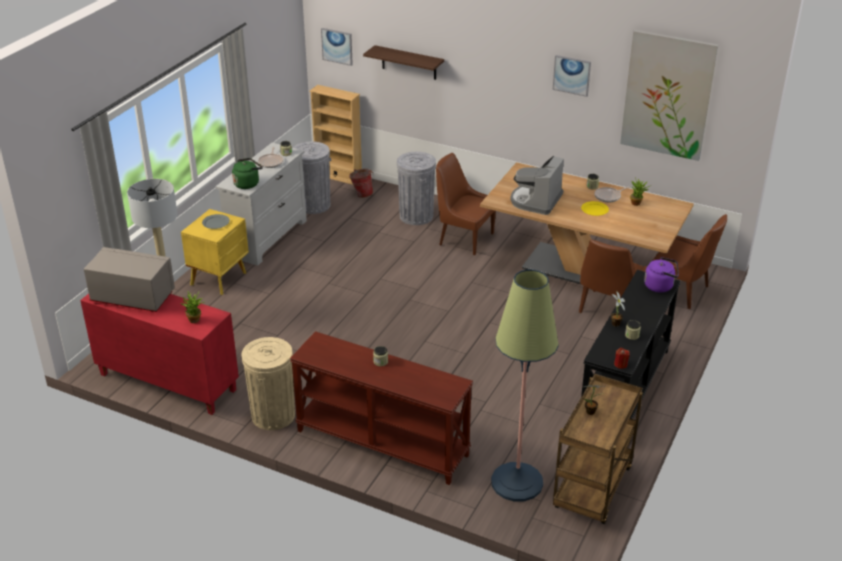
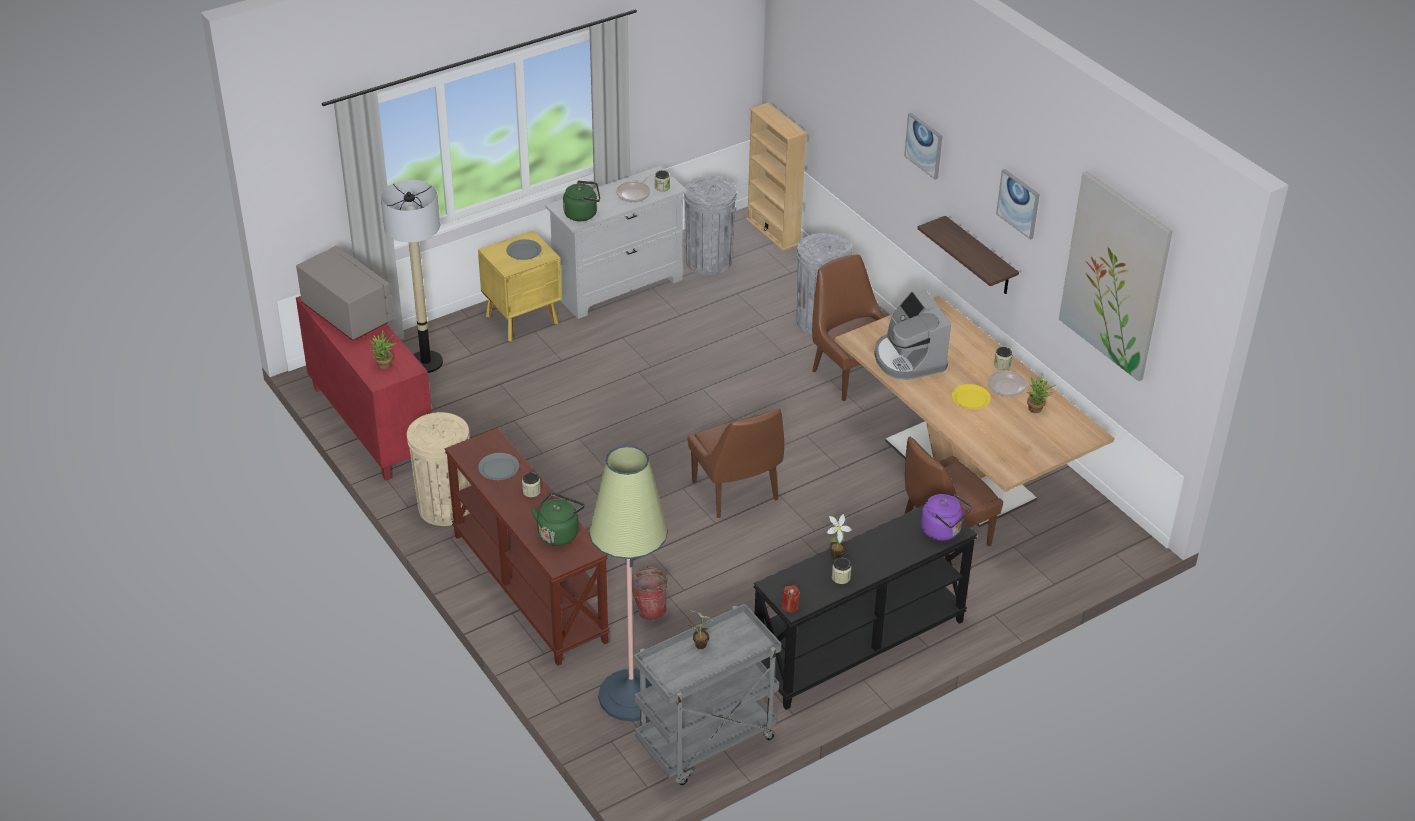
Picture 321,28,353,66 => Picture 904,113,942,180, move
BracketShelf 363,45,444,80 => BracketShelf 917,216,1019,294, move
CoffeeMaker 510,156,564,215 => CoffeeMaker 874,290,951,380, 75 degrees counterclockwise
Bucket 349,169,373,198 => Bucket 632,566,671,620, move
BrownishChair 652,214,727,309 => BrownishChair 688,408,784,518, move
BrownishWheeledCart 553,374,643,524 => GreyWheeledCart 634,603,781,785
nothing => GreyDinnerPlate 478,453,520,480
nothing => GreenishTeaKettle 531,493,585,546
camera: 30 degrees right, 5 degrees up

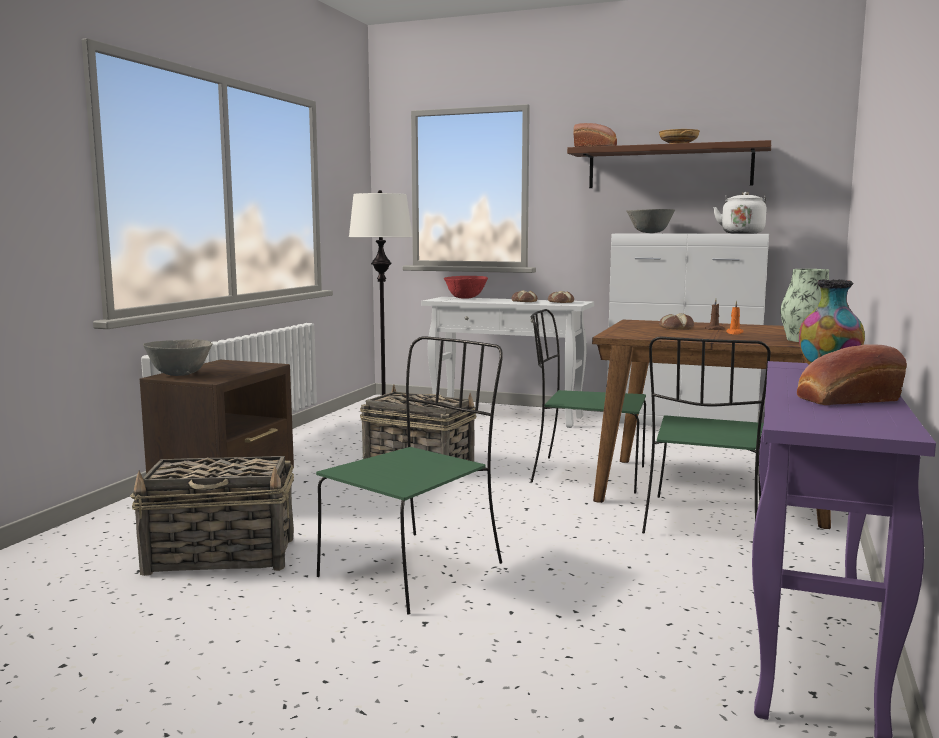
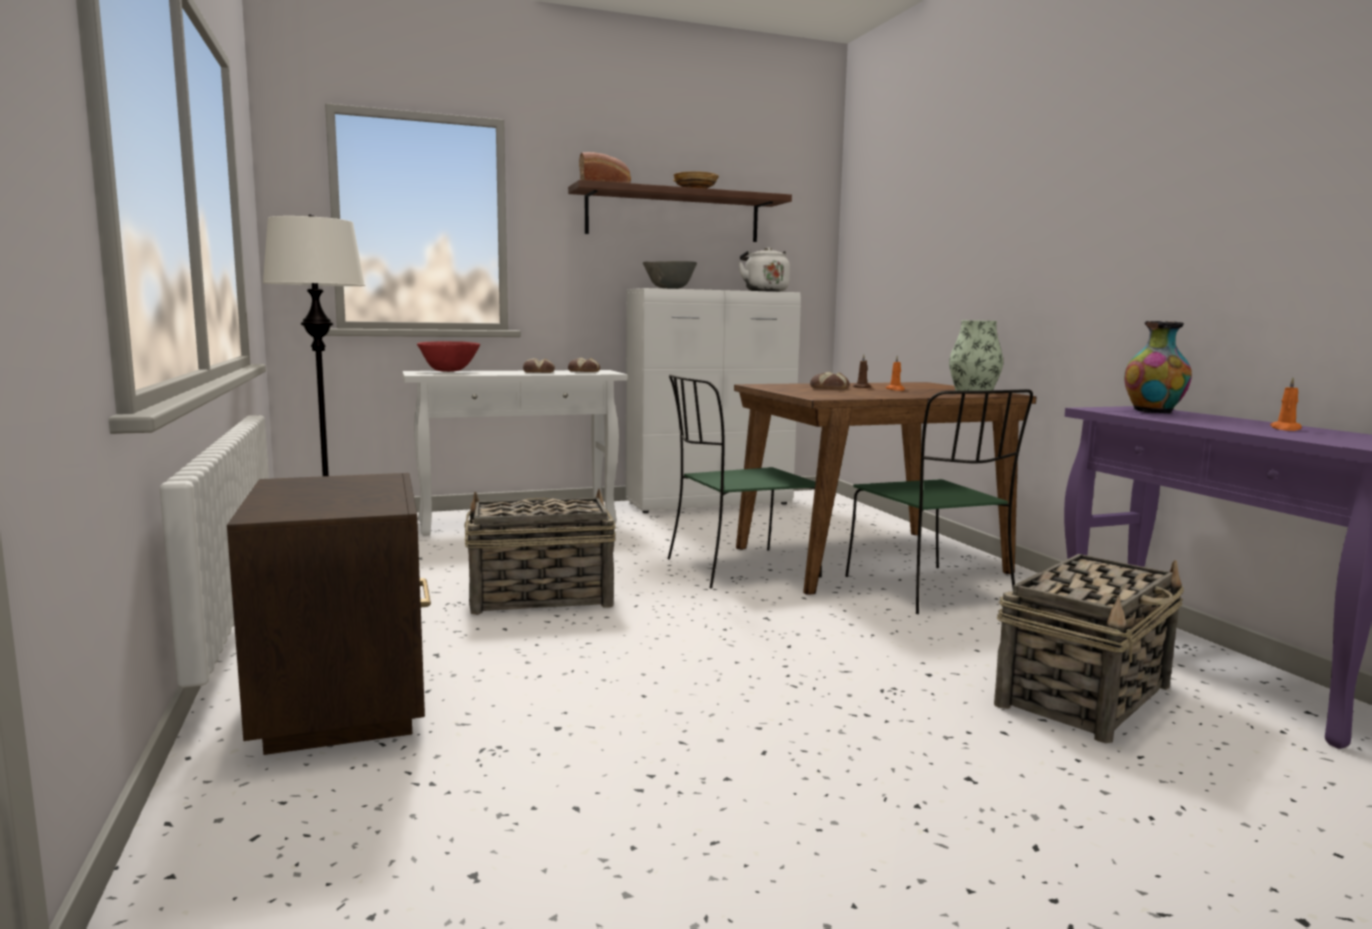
GreenishChair 316,336,503,615 => nothing
GreyBowl 143,339,212,376 => nothing
BakedBread 797,344,907,405 => OrangeWaxCandle 1270,377,1302,431
Basket 130,456,294,576 => Basket 994,554,1184,743, move
camera: 40 degrees left, 0 degrees up

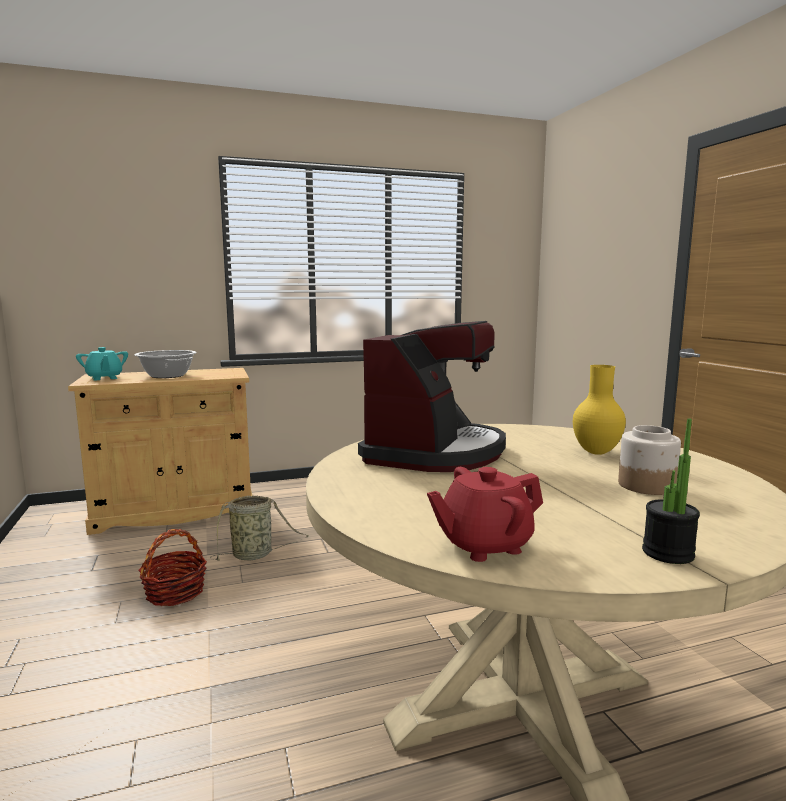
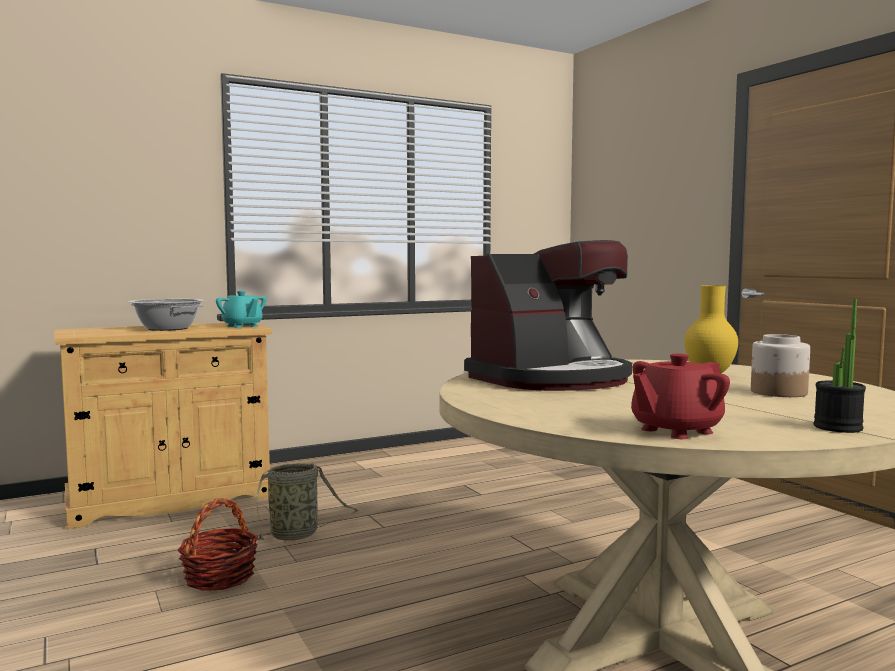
CoffeeMaker 358,321,506,472 => CoffeeMaker 464,240,632,391, 45 degrees clockwise
BlueGreenTeapot 76,347,128,380 => BlueGreenTeapot 216,291,267,328, move
camera: 10 degrees left, 5 degrees down

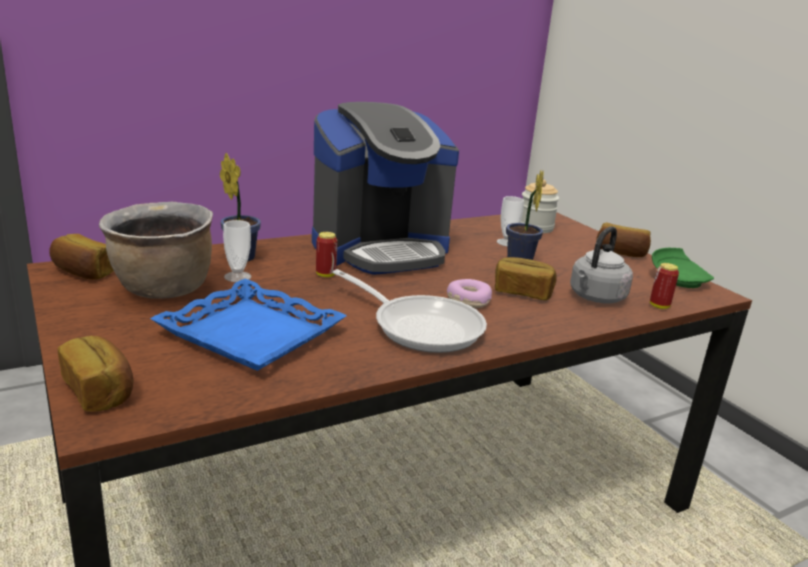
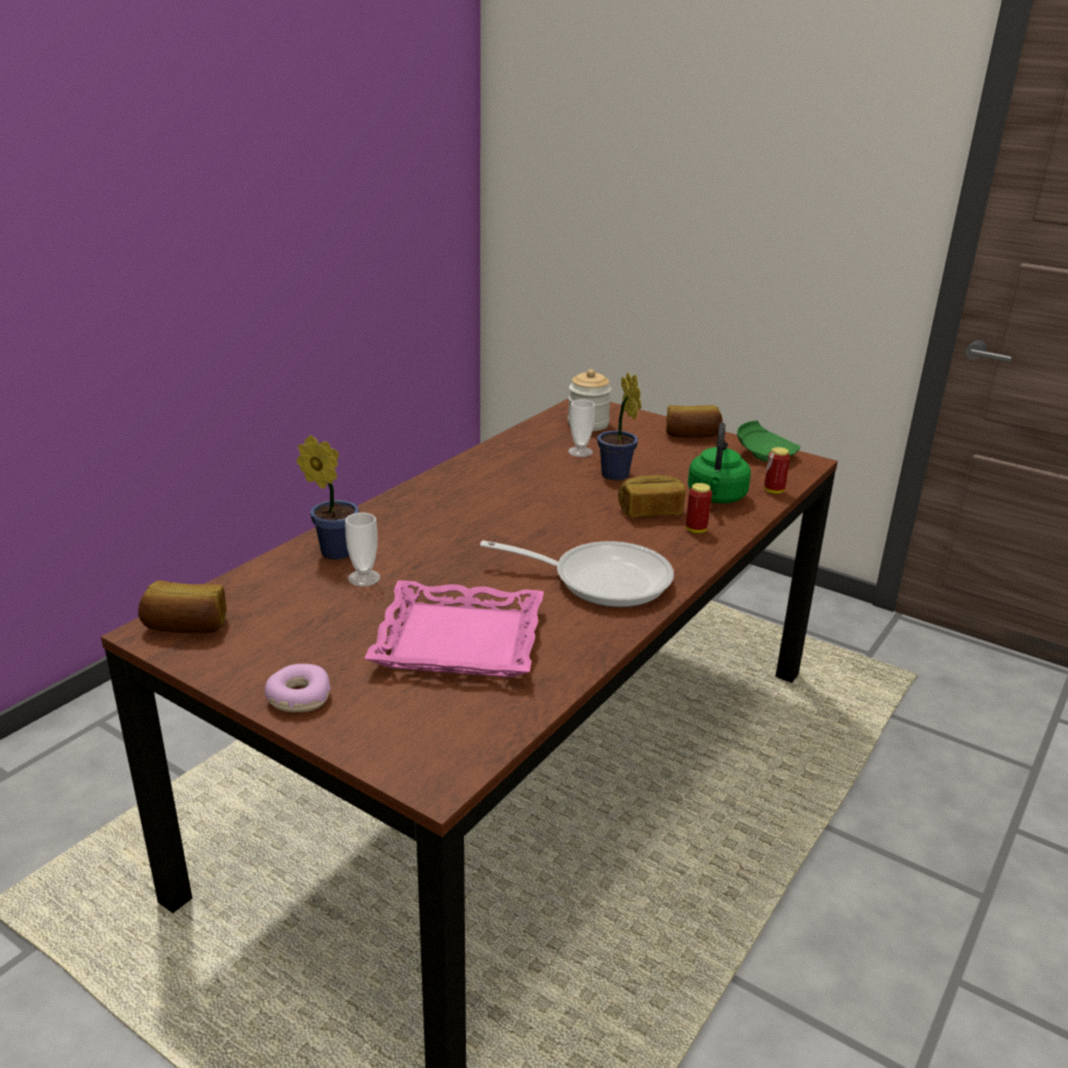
CoffeeMaker 312,102,459,275 => nothing
BrownishCookingPot 99,202,213,299 => nothing
GreyTeaKettle 570,226,633,303 => GreenishTeaKettle 688,423,751,504
Can 316,232,338,277 => Can 686,483,712,533, move
BlueColouredCarryingTray 150,279,347,371 => PinkishCarryingTray 364,580,544,678
Doughnut 447,279,492,308 => Doughnut 265,664,331,712, move
BakedBread 58,336,134,412 => nothing
camera: 25 degrees left, 5 degrees up

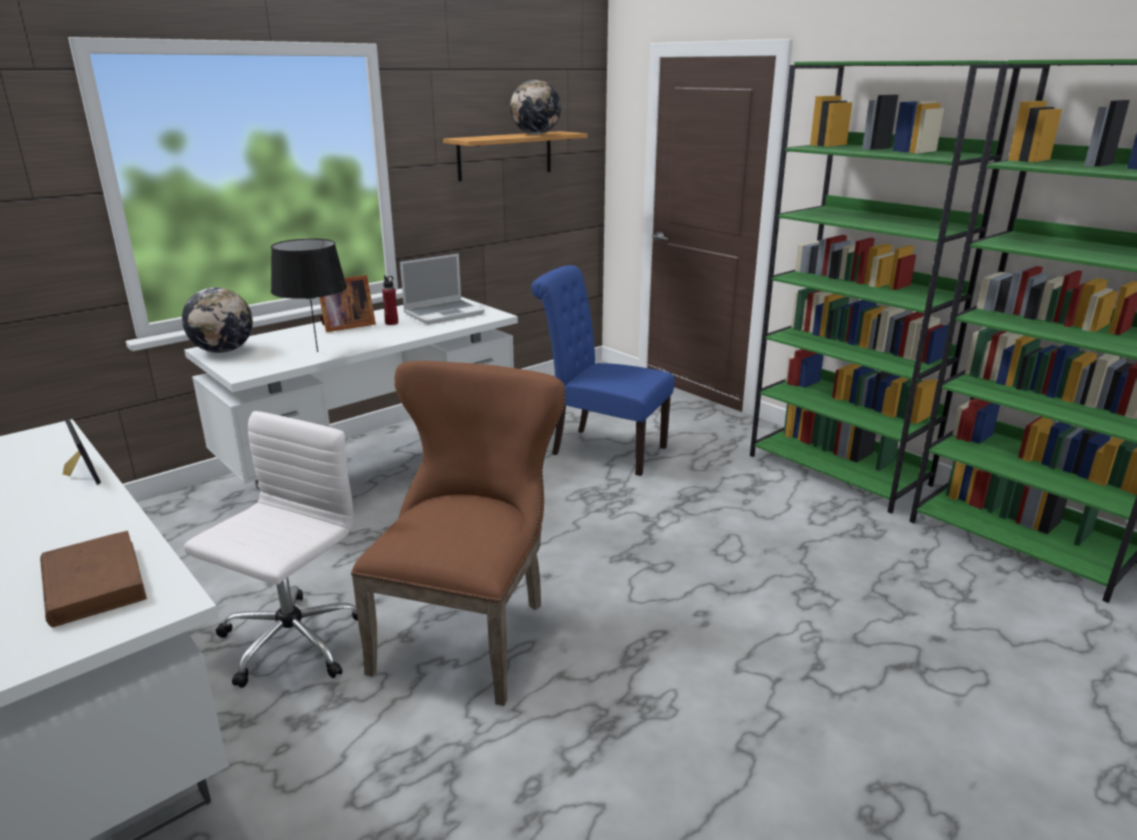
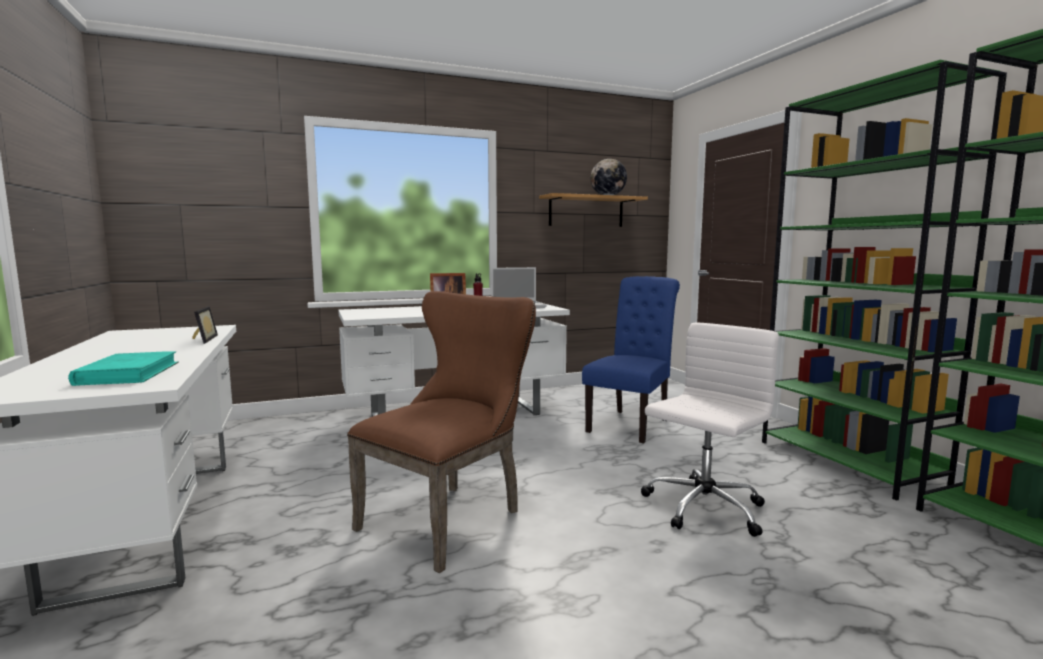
BlackishLampForATable 271,239,347,352 => nothing
BlueColouredChair 531,265,675,476 => BlueColouredChair 582,276,680,443, 75 degrees clockwise
Globe 182,287,253,353 => nothing
WhiteDeskChair 184,411,358,688 => WhiteDeskChair 641,323,779,537, move
BrownishBook 40,531,147,627 => BlueGreenBook 68,351,179,386
camera: 20 degrees right, 15 degrees down

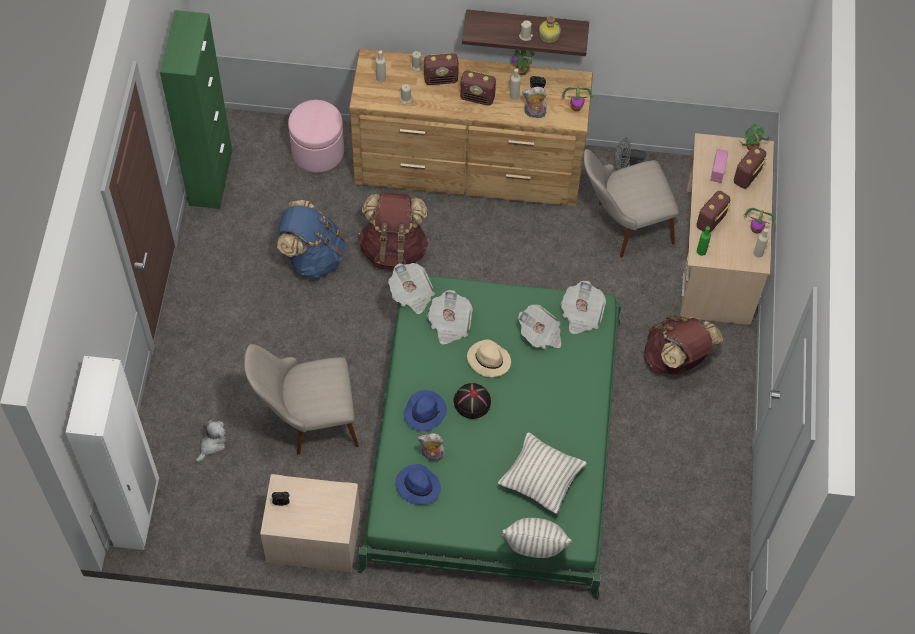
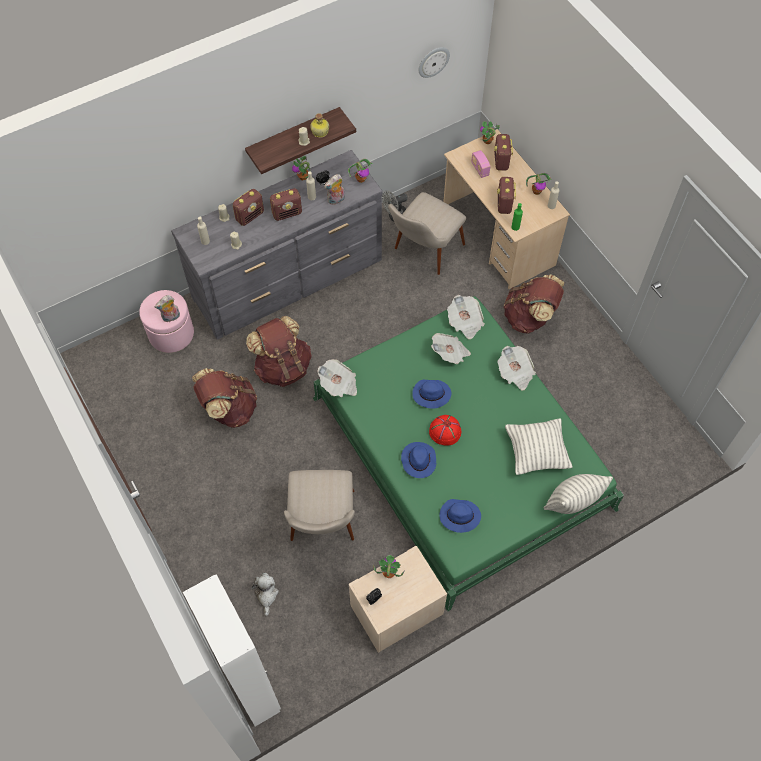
GreenishCabinet 160,10,232,209 => nothing
BrownishDrawerChest 349,49,593,207 => GreyDrawerChest 171,150,383,340
BlueColouredRucksack 277,200,347,279 => BrownishRucksack 192,368,257,428
DailyPaper 428,290,473,345 => DailyPaper 497,346,536,390, move
BeigeClothingHat 467,340,511,377 => BlueColouredClothingHat 412,380,451,409
BeigeChair 244,344,359,455 => BeigeChair 284,470,355,541, 45 degrees counterclockwise
BlackishClothingHat 454,383,491,419 => RedClothingHat 429,415,461,446
CuddlyToy 417,433,445,461 => CuddlyToy 155,295,180,322, move
nothing => ClockOnTheWall 419,47,450,78
nothing => PottedPlant 373,555,406,578
camera: 35 degrees left, 0 degrees up

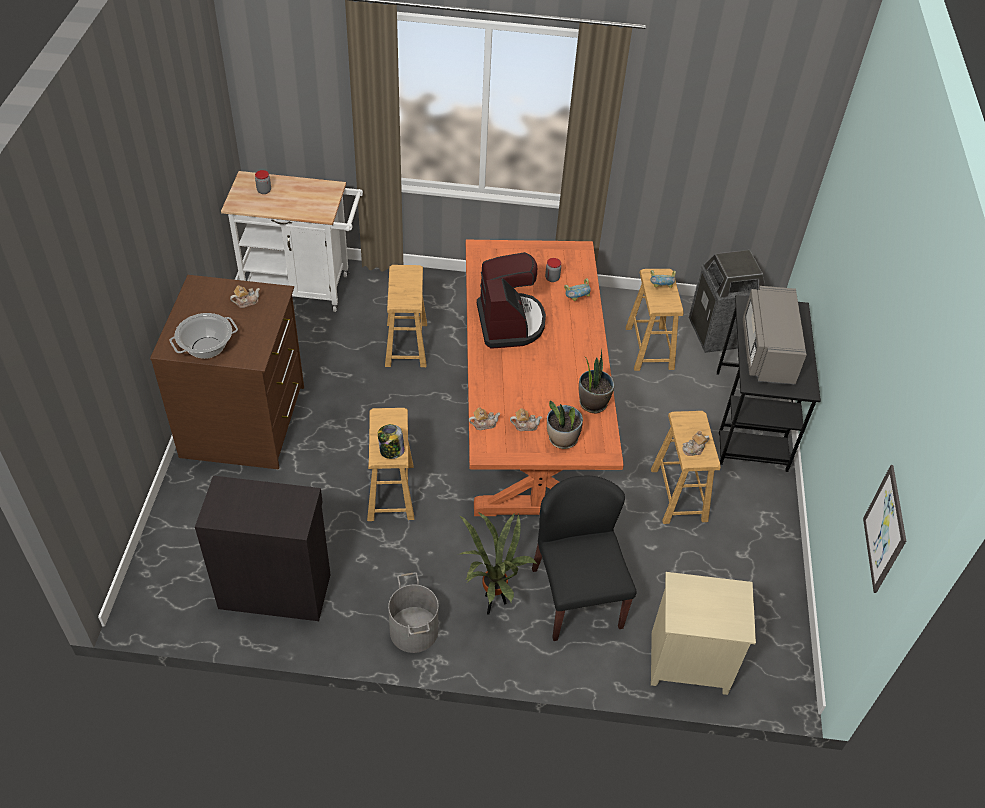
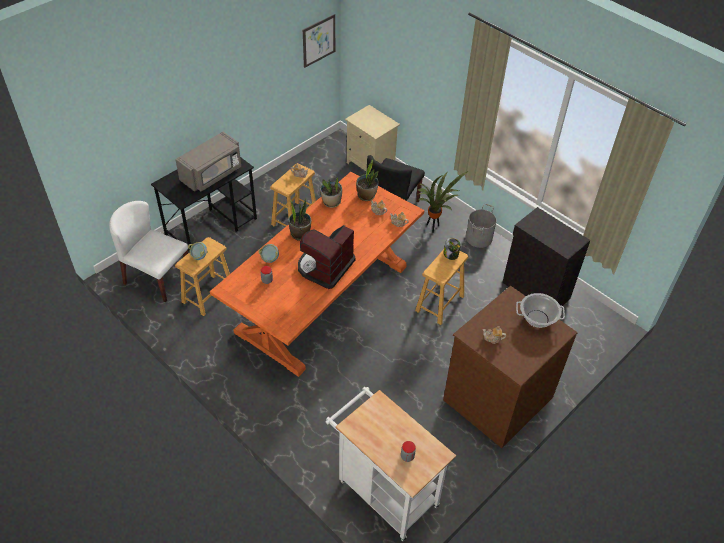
WasteBin 689,250,765,353 => WhiteChair 109,201,188,303
BrownishStoolSeat 385,265,427,367 => nothing
nothing => PottedPlant 289,198,311,240
camera: 140 degrees left, 0 degrees up

